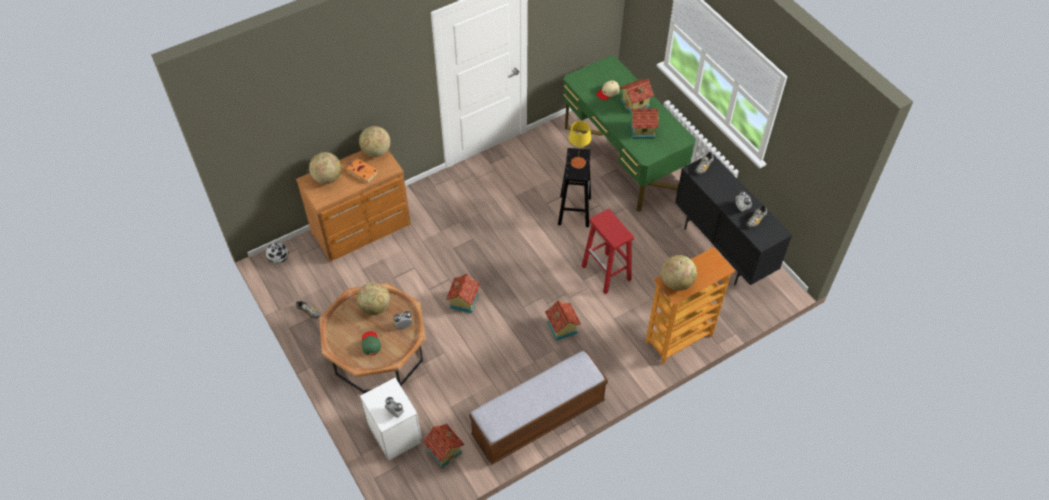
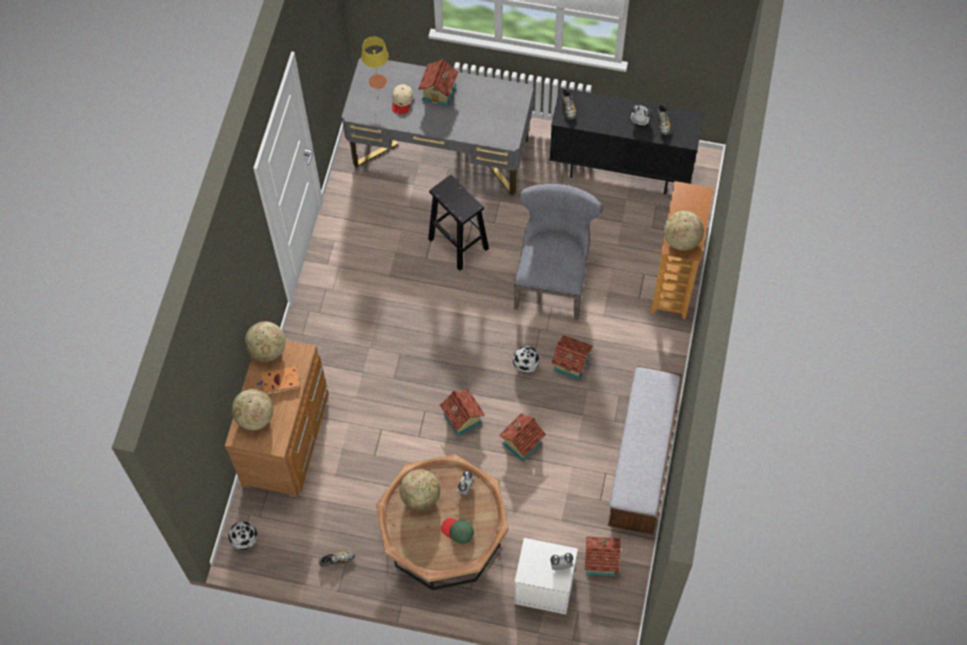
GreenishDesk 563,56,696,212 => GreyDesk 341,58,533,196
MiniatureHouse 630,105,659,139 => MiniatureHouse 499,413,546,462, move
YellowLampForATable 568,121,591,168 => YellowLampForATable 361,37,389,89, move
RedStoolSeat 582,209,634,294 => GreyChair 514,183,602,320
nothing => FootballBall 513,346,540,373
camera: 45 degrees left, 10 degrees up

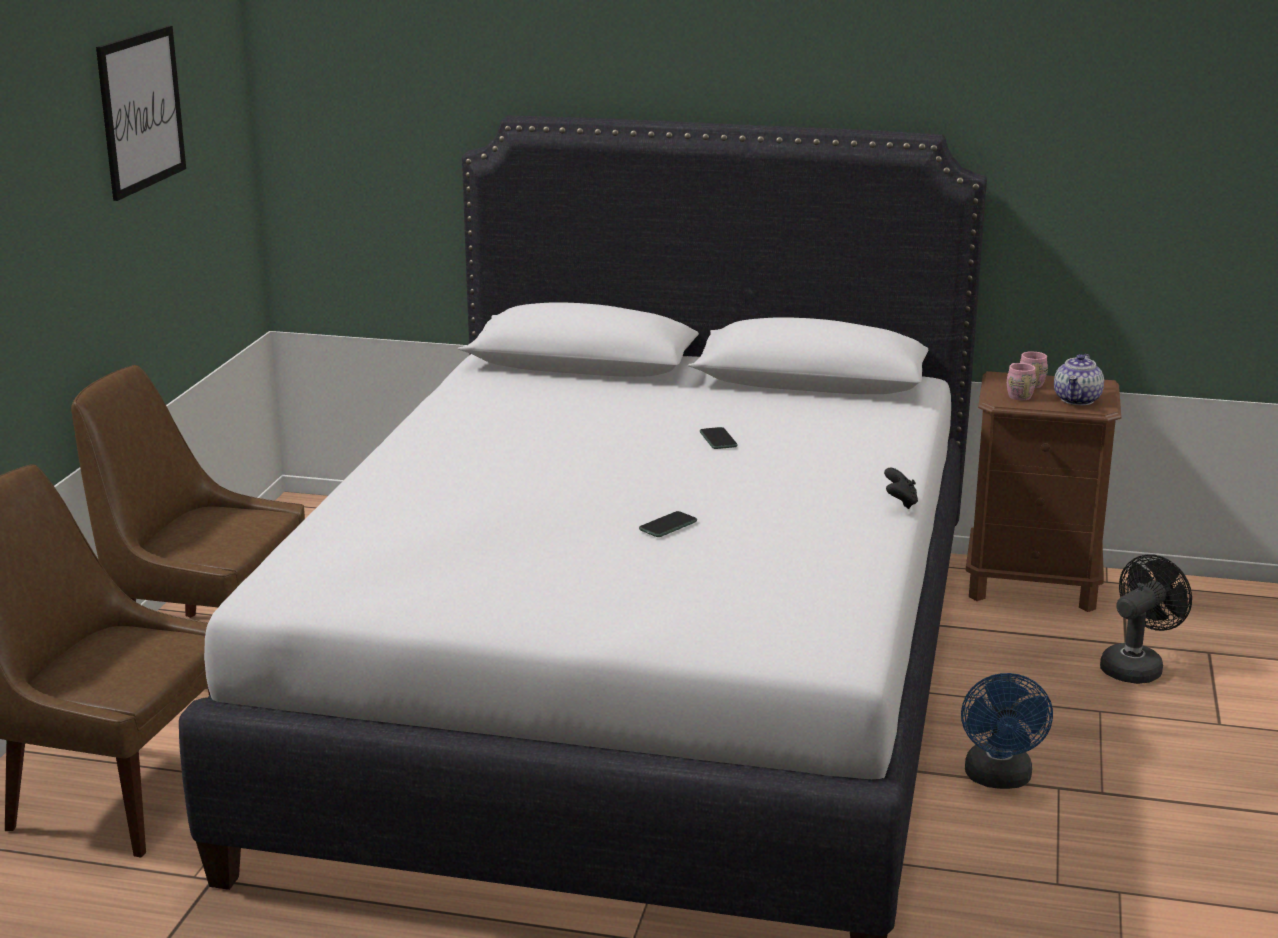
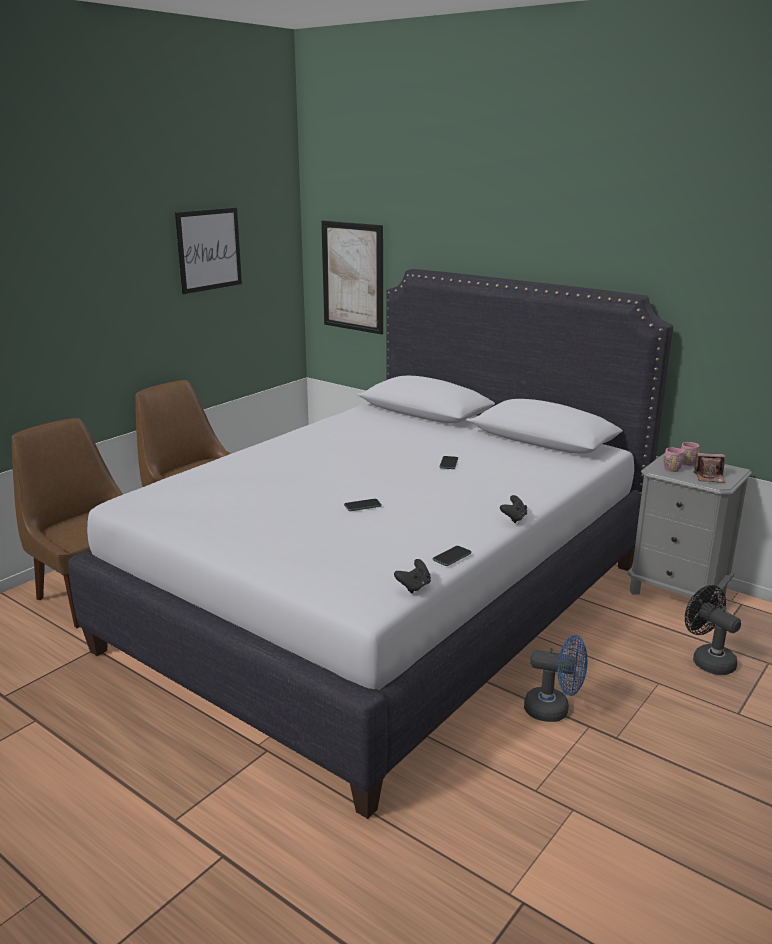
Teapot 1054,354,1104,405 => PhotoCamera 693,453,725,483
BrownishBedsideTable 966,371,1121,612 => GreyBedsideTable 628,453,752,613
BlackishCoolingFan 1100,554,1192,684 => BlackishCoolingFan 685,585,741,675, 105 degrees counterclockwise
BlueColouredCoolingFan 961,673,1053,789 => BlueColouredCoolingFan 524,635,587,722, 105 degrees counterclockwise
nothing => Picture 321,221,383,334
nothing => Handset 433,546,472,566
nothing => BlackishJoypad 394,559,431,593
camera: 25 degrees right, 0 degrees up

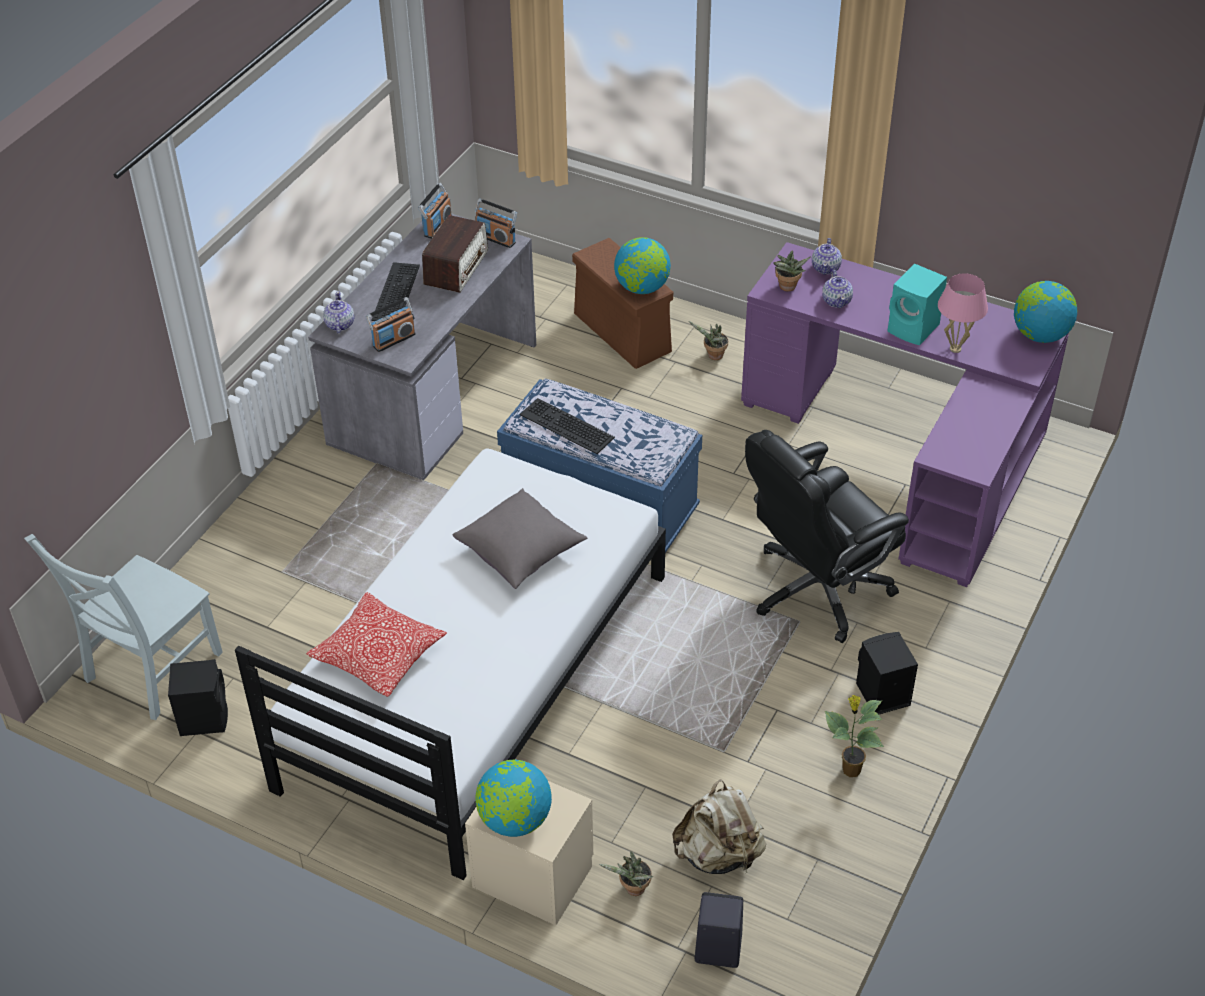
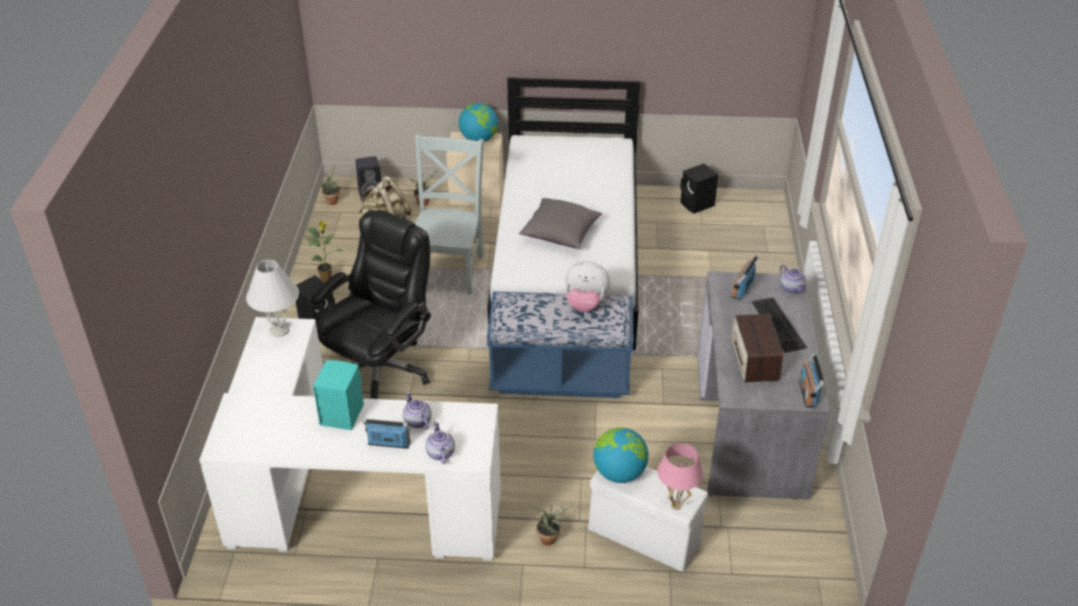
RadioReceiver 475,199,517,248 => RadioReceiver 363,419,411,449, move
BrownishStorageBox 572,238,673,369 => WhiteStorageBox 588,466,708,572
PurpleColouredDesk 741,242,1069,587 => WhiteDesk 199,317,501,561
PottedPlant 773,250,811,291 => PottedPlant 317,165,341,205, move
PinkishLampForATable 938,273,988,353 => PinkishLampForATable 657,443,703,510, move
Globe 1014,281,1077,343 => nothing
PcKeyboard 520,398,615,454 => CuddlyToy 565,261,610,312
GreyChair 24,534,223,720 => GreyChair 415,134,484,294, move
Cushion 306,592,447,697 => nothing
nothing => WhiteLampForATable 246,260,299,337
camera: 155 degrees right, 5 degrees down

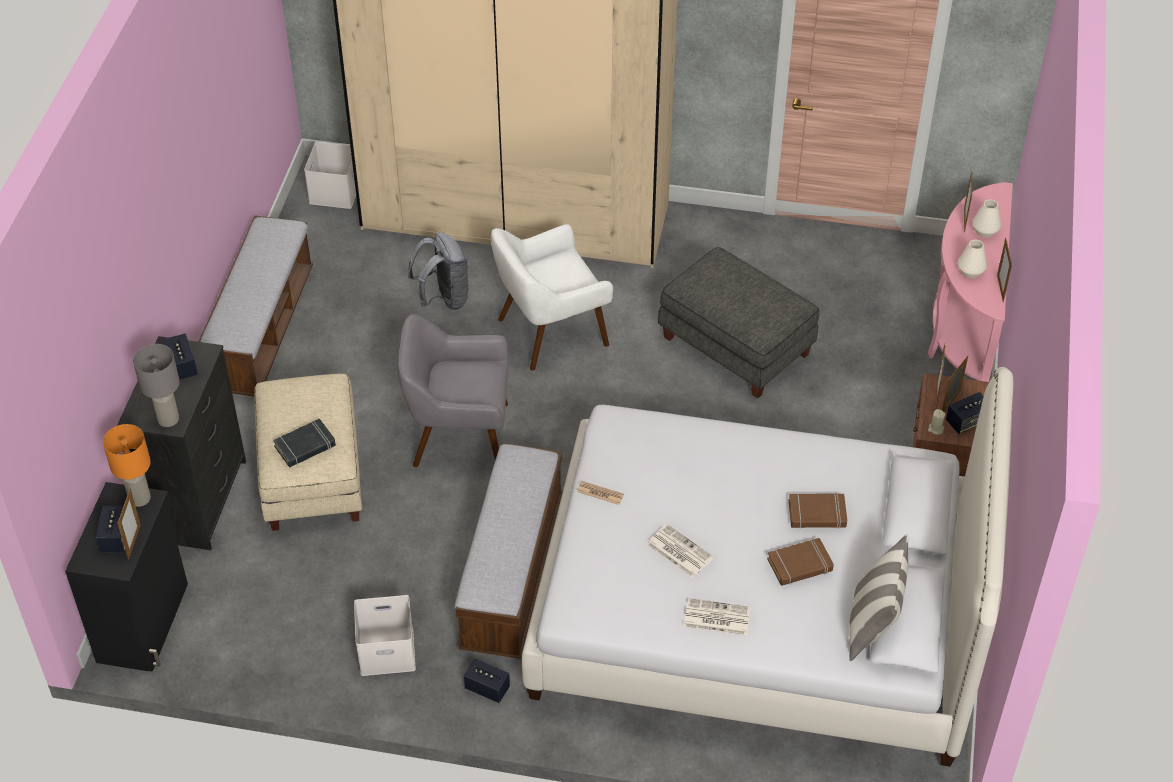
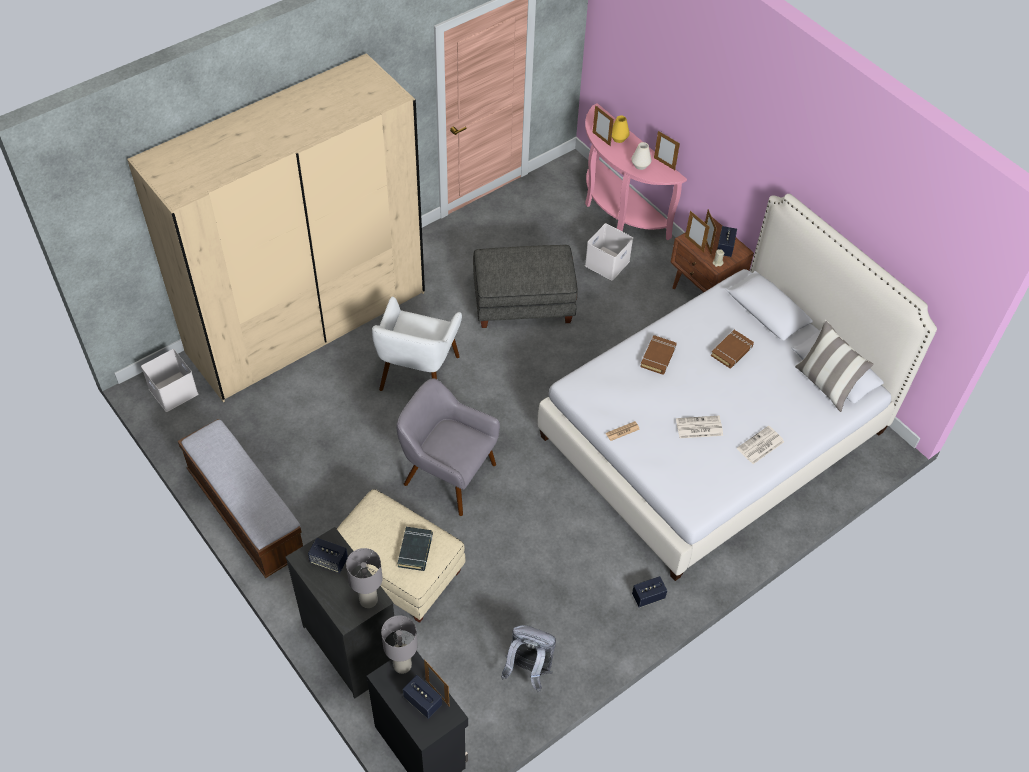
WhiteVase 972,199,1001,238 => YellowVase 612,116,630,143
GreyRucksack 408,232,469,310 => GreyRucksack 501,625,556,692, move
GreyArmchair 397,314,508,467 => GreyArmchair 397,378,500,516, 75 degrees clockwise
OrangeLampForATable 103,424,151,507 => GreyLampForATable 381,615,418,674
LongSeat 455,443,563,659 => nothing
BrownishBook 767,538,834,586 => BrownishBook 640,335,677,375, move
WhiteStorageBox 354,595,416,676 => WhiteStorageBox 585,223,633,281, move
camera: 50 degrees left, 5 degrees up

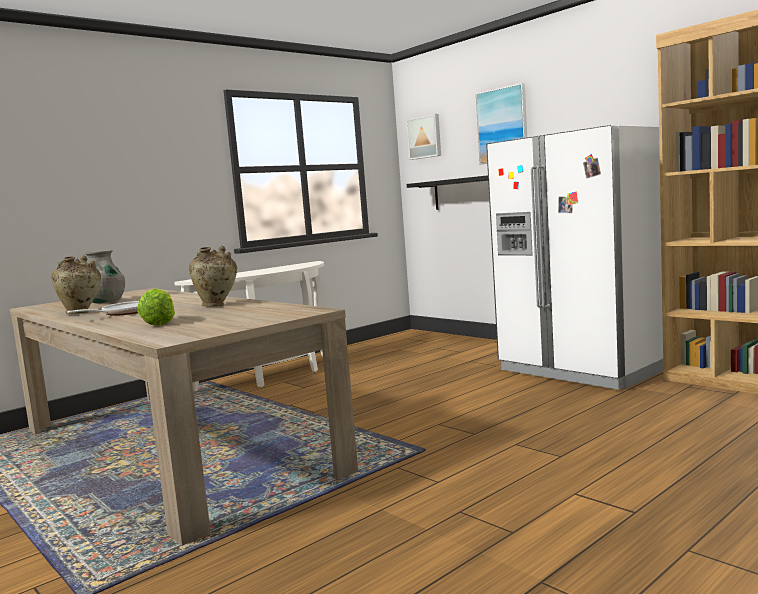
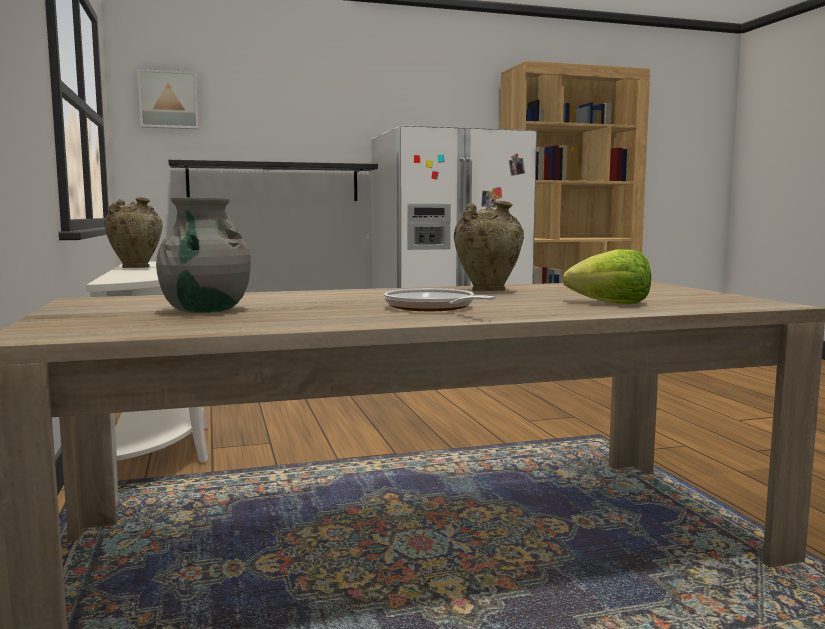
Picture 476,83,527,164 => nothing
BeigeVase 52,255,101,314 => BeigeVase 104,197,163,268, move
camera: 65 degrees left, 0 degrees up

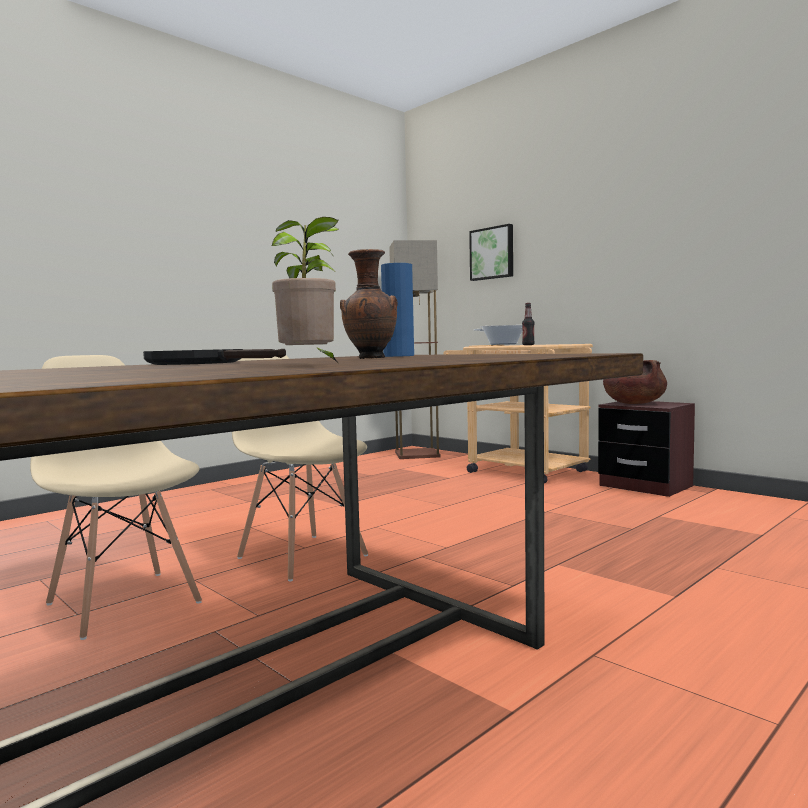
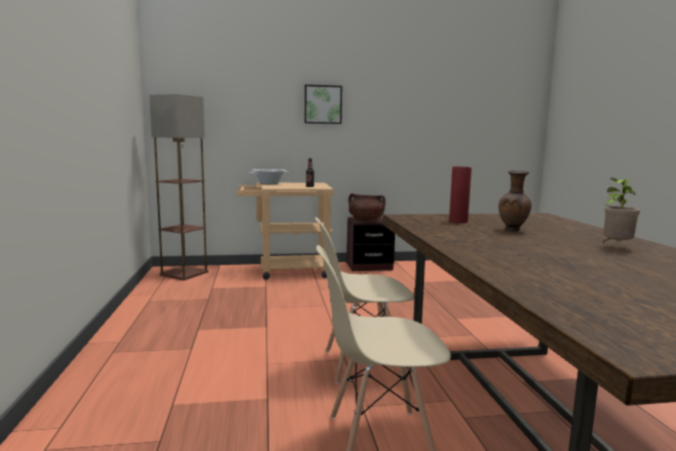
Picture 469,224,513,281 => Picture 304,85,342,124, move
BlueColouredVase 381,263,414,357 => RedVase 449,167,472,223
BlackishSkillet 143,349,286,365 => nothing
camera: 55 degrees left, 5 degrees up

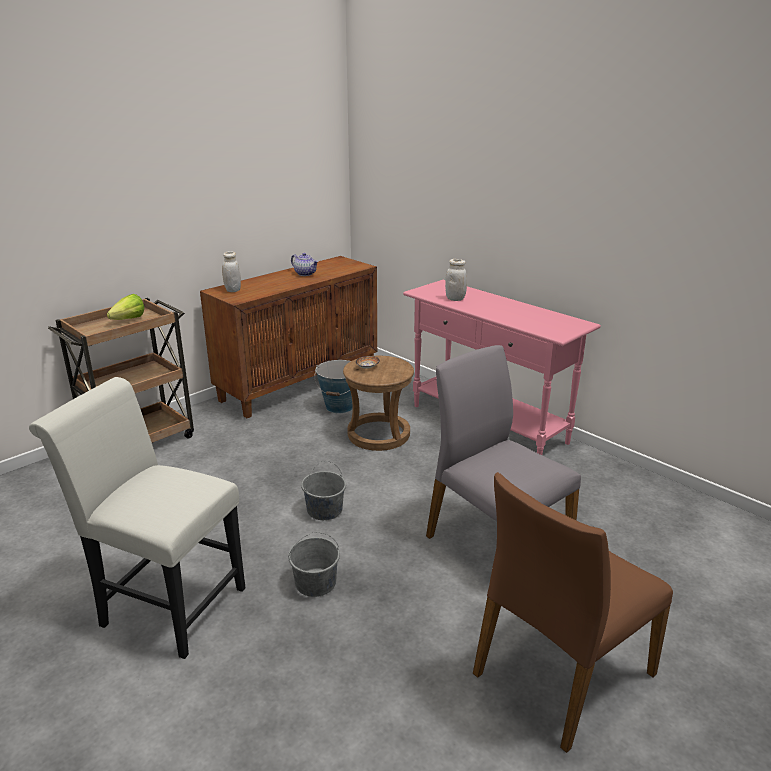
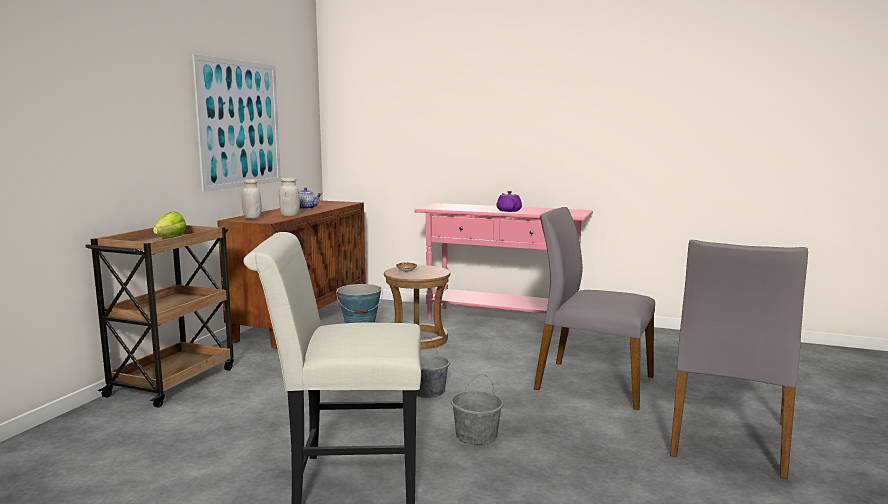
WhitePreserveJar 445,259,467,301 => WhitePreserveJar 279,178,300,216, move
BrownishChair 473,472,673,753 => GreyChair 670,240,808,479
nothing => Picture 192,54,281,192
nothing => PurpleColouredTeapot 496,191,522,212
camera: 25 degrees left, 15 degrees down

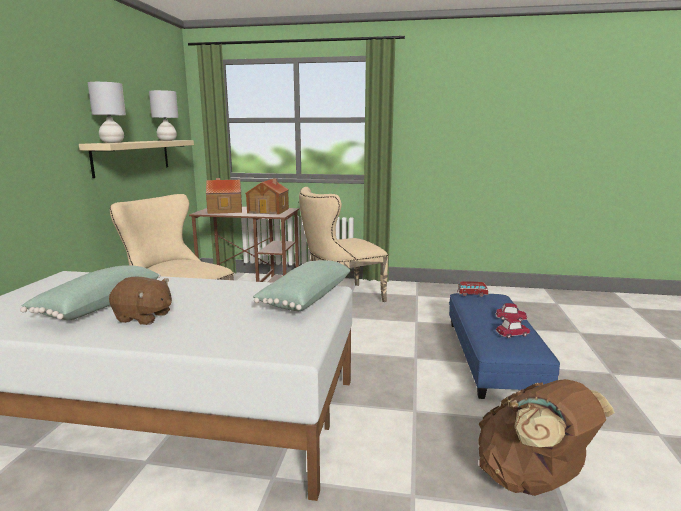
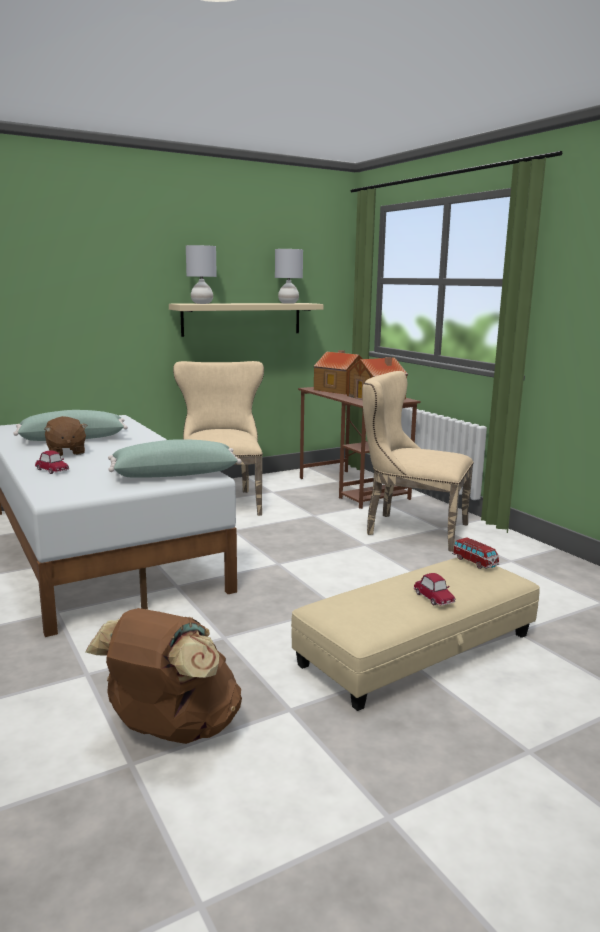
BlueColouredPouffe 449,293,560,399 => BeigePouffe 291,558,540,711
ToyCar 496,318,530,338 => ToyCar 35,451,69,474, move
camera: 50 degrees right, 0 degrees up

